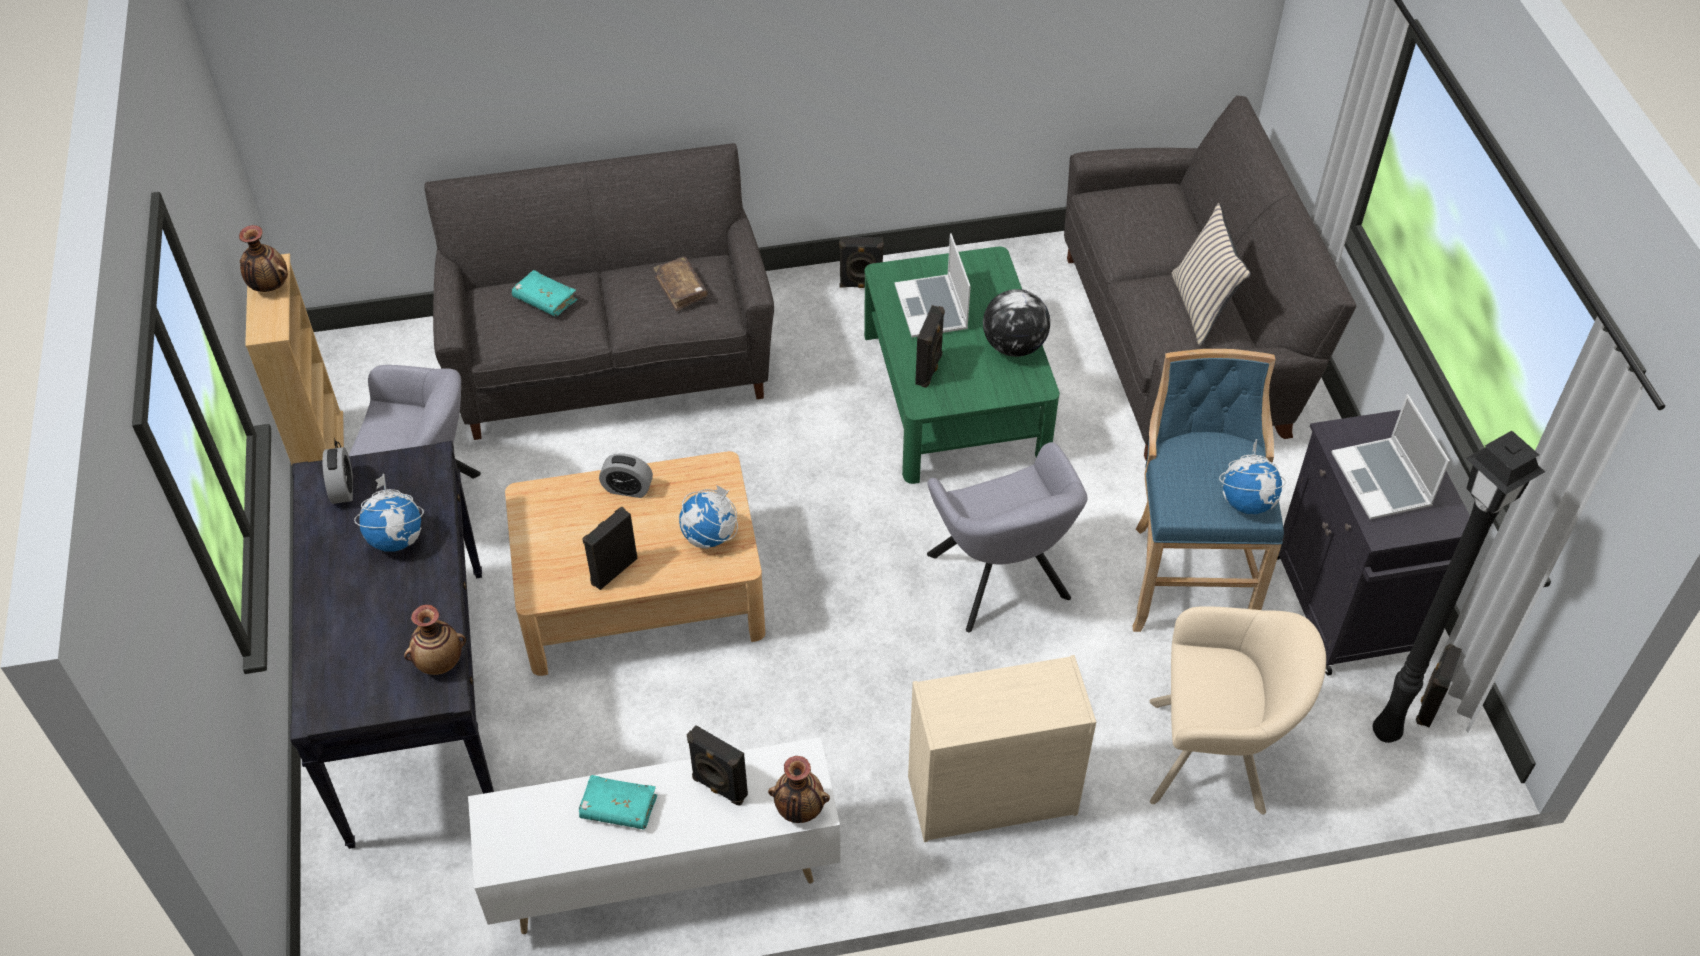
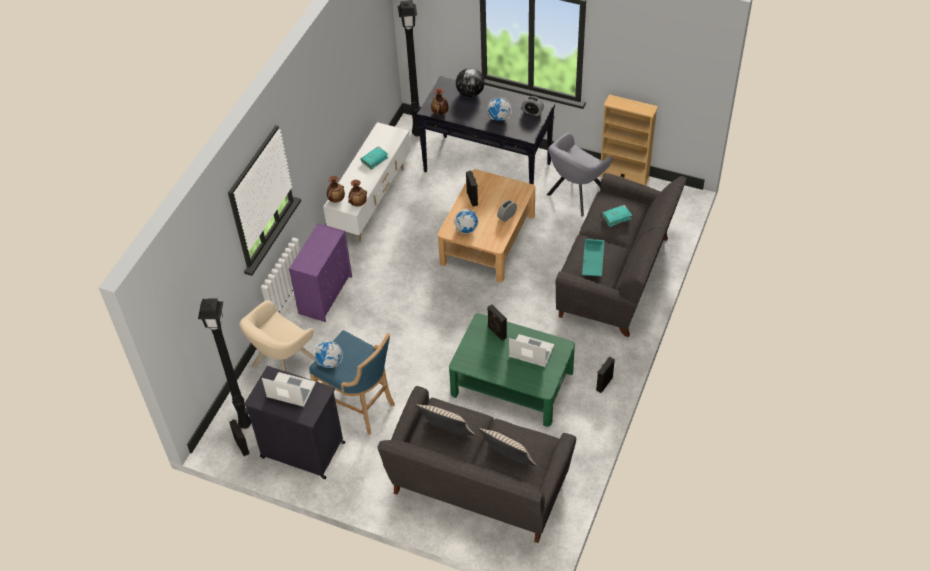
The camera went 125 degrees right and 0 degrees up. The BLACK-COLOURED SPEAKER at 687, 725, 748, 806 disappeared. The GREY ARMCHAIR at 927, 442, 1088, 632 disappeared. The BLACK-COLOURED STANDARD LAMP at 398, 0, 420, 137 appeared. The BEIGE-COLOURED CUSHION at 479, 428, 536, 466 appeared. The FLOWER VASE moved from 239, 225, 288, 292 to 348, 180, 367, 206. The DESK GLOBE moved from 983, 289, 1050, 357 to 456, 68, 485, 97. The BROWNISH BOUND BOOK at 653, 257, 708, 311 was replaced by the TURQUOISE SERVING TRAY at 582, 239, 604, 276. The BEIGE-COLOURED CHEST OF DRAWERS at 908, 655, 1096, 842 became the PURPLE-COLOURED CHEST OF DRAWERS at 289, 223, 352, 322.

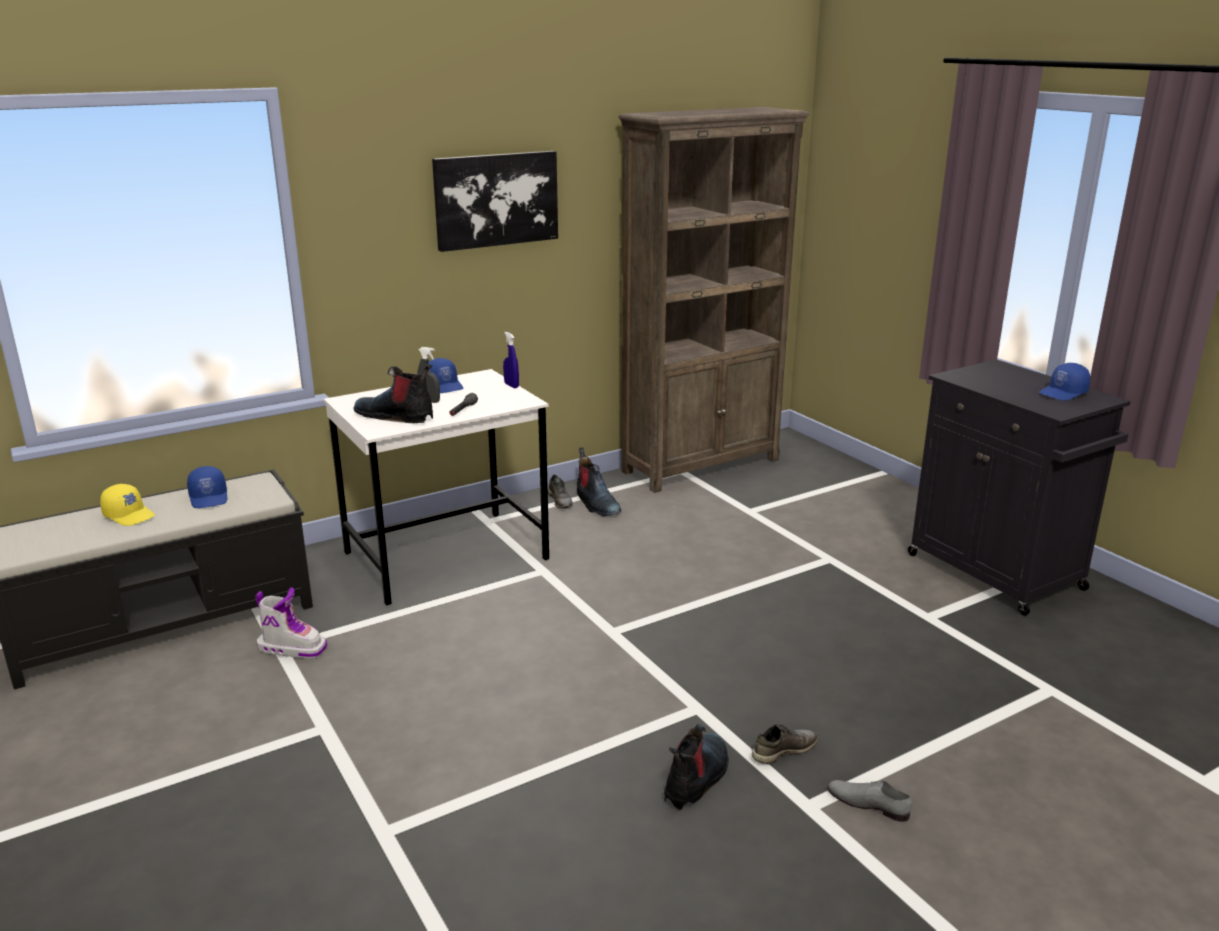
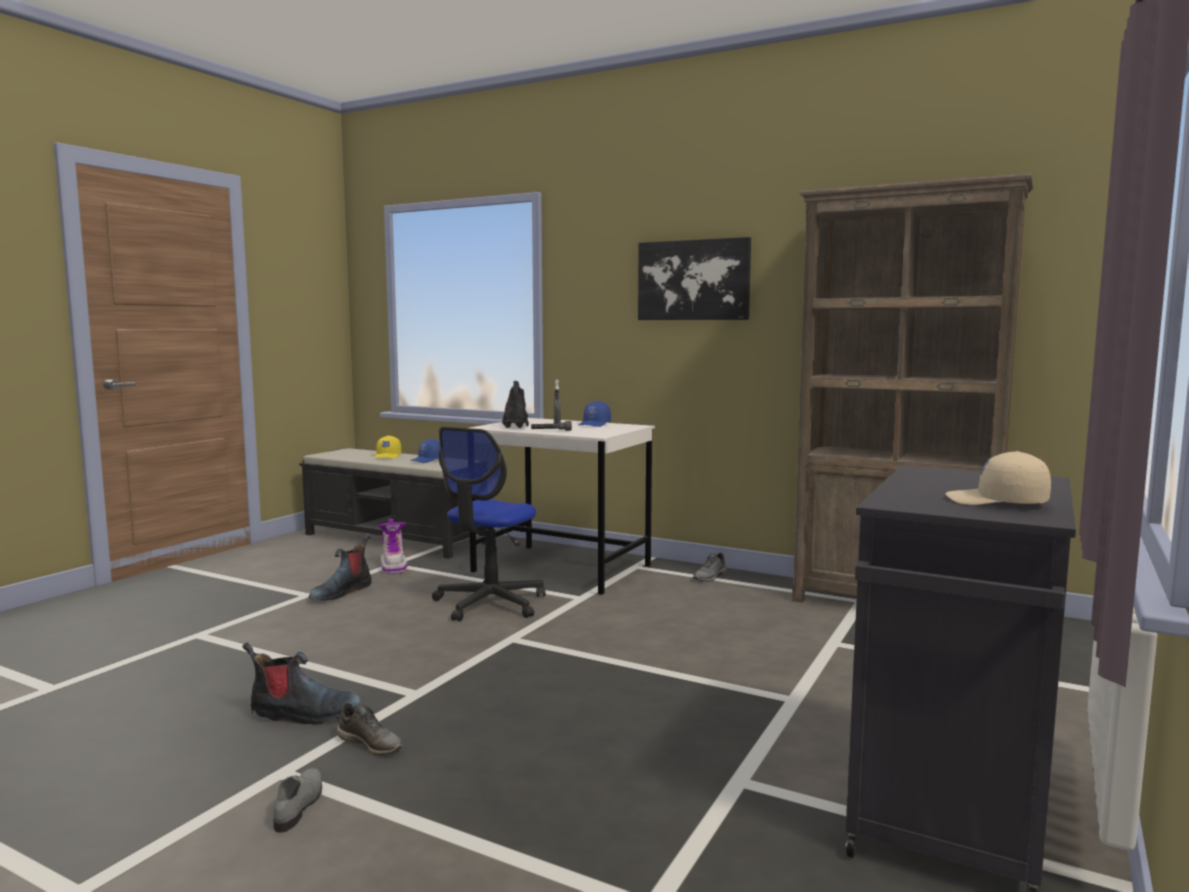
The camera went 60 degrees right and 15 degrees down. The BLUE-COLOURED SPRAYER at 503, 332, 519, 388 disappeared. The OFFICE CHAIR at 432, 427, 545, 621 appeared. The TALL BOOT moved from 577, 447, 621, 516 to 308, 535, 372, 601. The BLUE-COLOURED PEAKED CAP at 1039, 363, 1090, 401 became the BEIGE-COLOURED PEAKED CAP at 946, 451, 1051, 505.

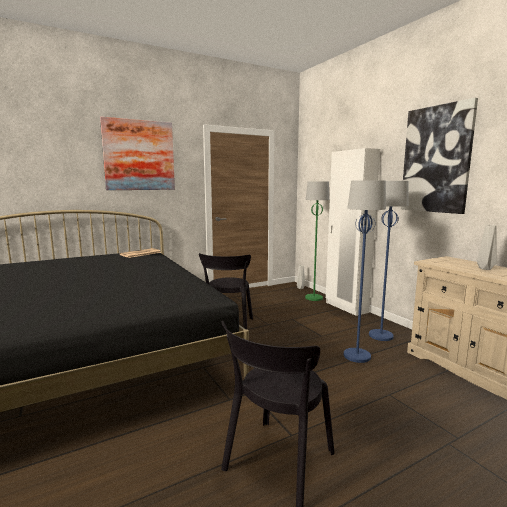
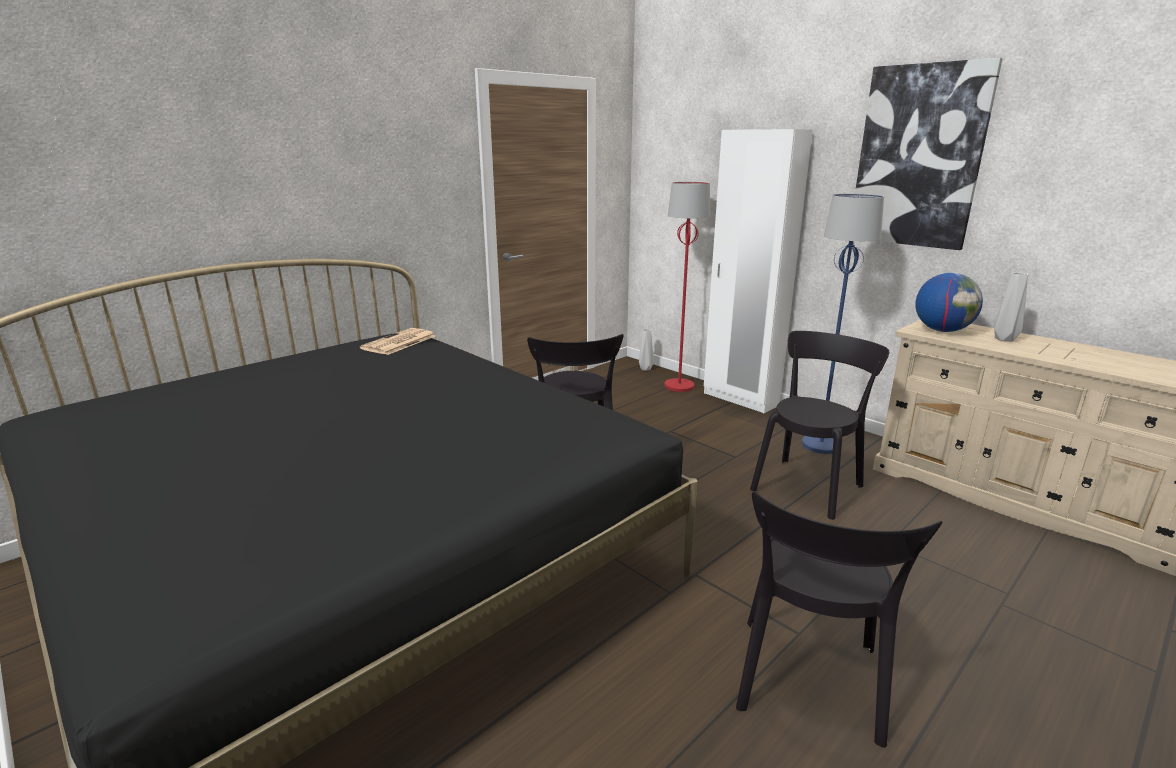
The camera went 15 degrees left and 10 degrees up. The WALL ART at 100, 117, 175, 190 disappeared. The DESK GLOBE at 915, 273, 983, 332 appeared. The BLUE-COLOURED STANDARD LAMP at 344, 180, 386, 363 was replaced by the BLACK-COLOURED PLAIN CHAIR at 750, 331, 889, 520. The GREENISH STANDARD LAMP at 305, 182, 330, 301 became the RED-COLOURED STANDARD LAMP at 664, 182, 710, 392.

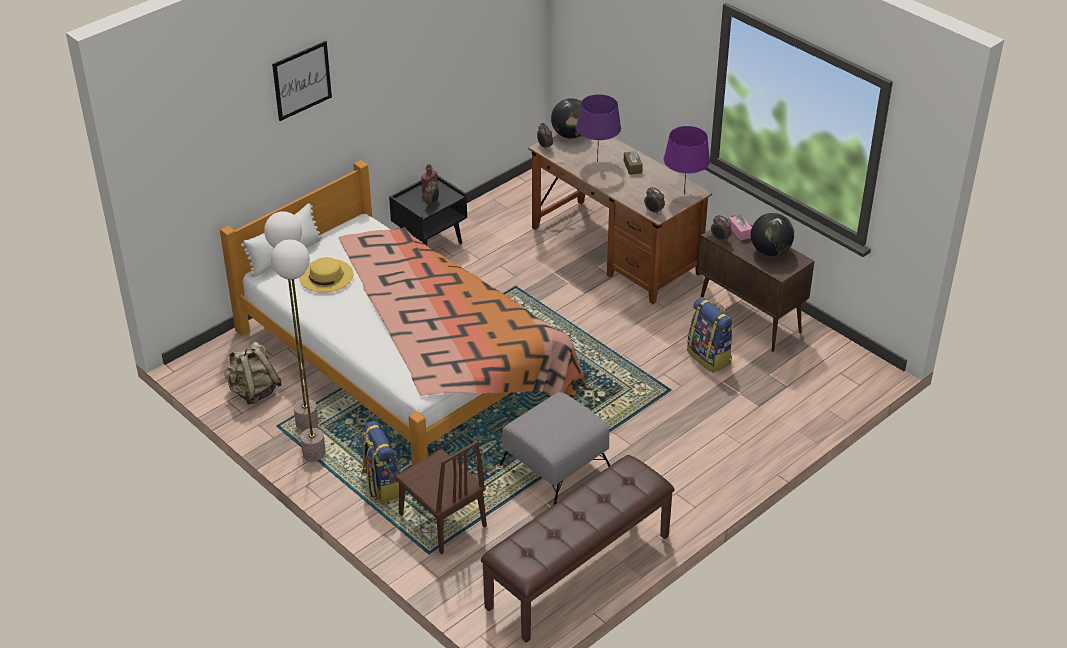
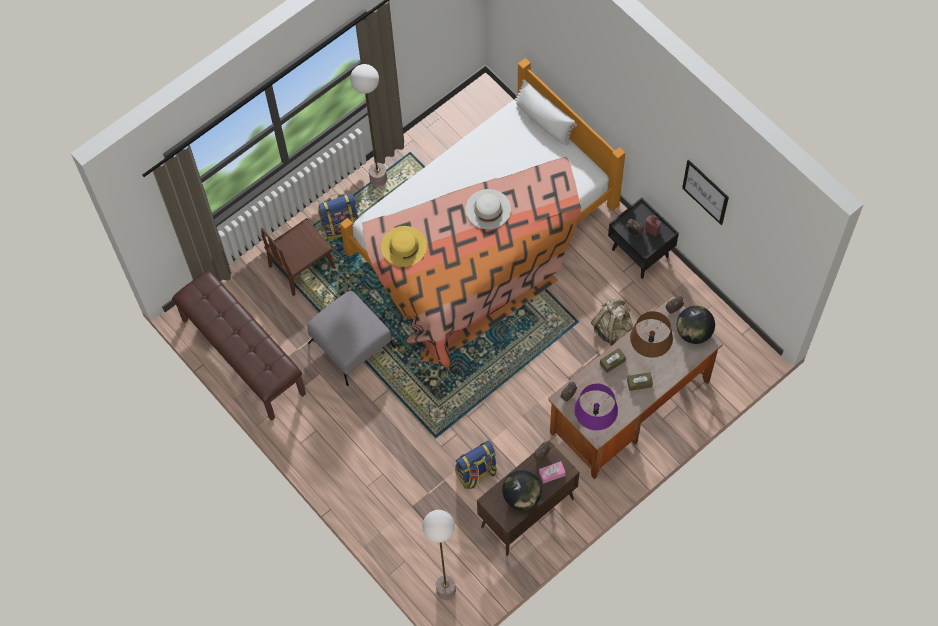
The camera went 95 degrees right and 25 degrees up. The WHITISH CLOTHING HAT at 466, 189, 511, 229 appeared. The BROWNISH BOX OF TISSUES at 600, 348, 626, 373 appeared. The BEIGE-COLOURED BACKPACK moved from 224, 342, 281, 405 to 591, 298, 633, 346. The STANDARD LAMP moved from 264, 211, 318, 431 to 422, 510, 456, 600. The WALL ART moved from 272, 41, 332, 121 to 682, 160, 729, 225. The YELLOW-COLOURED CLOTHING HAT moved from 299, 257, 353, 293 to 381, 226, 427, 267. The PURPLE-COLOURED TABLE LAMP at 576, 94, 621, 162 became the BROWNISH TABLE LAMP at 630, 311, 673, 358.

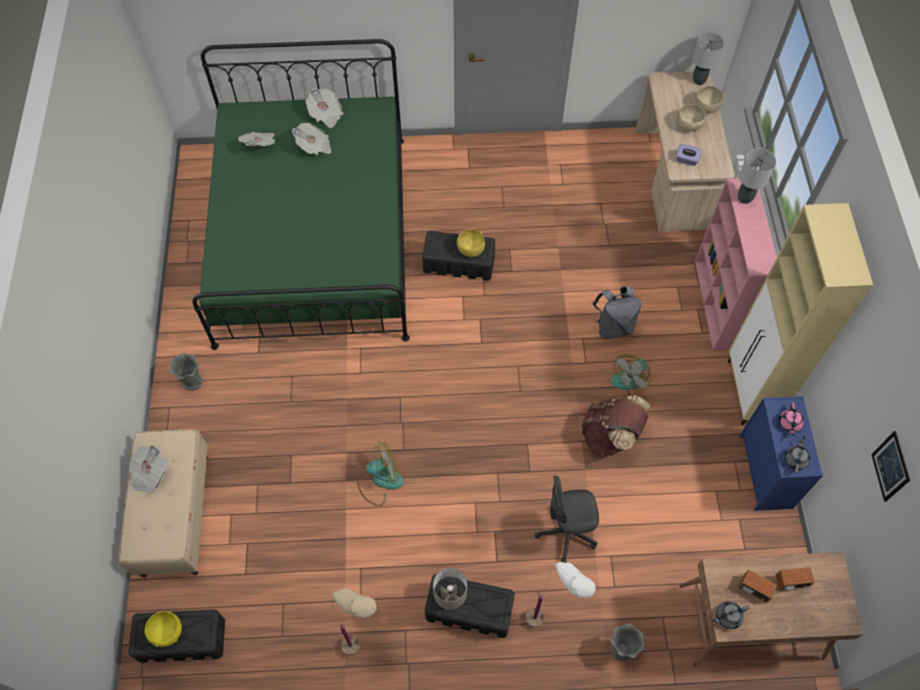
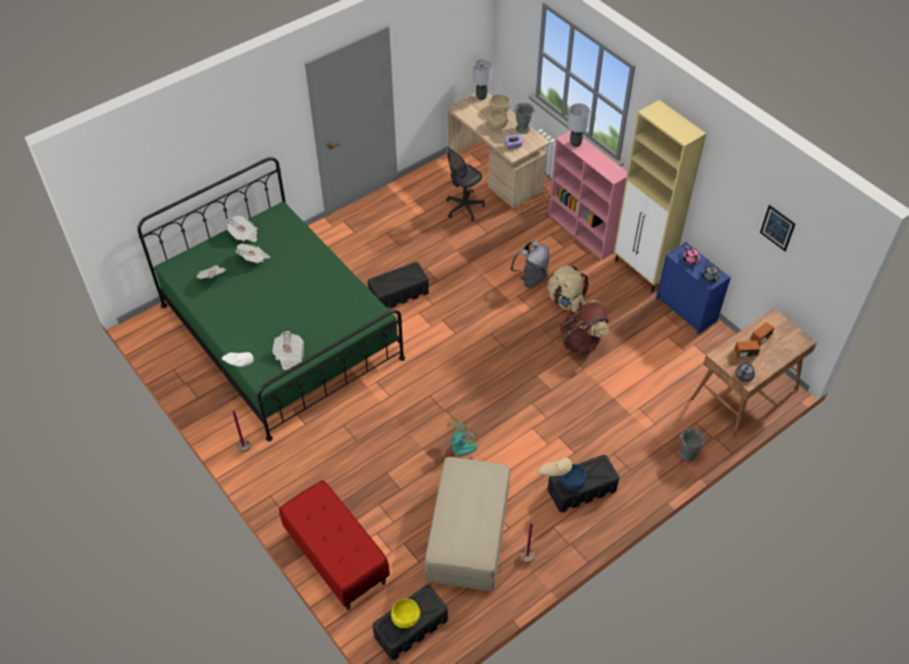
The camera went 35 degrees left and 10 degrees down. The YELLOW-COLOURED BOWL at 457, 229, 485, 257 disappeared. The BEIGE-COLOURED OTTOMAN at 424, 457, 510, 591 appeared. The DAILY PAPER moved from 129, 445, 168, 493 to 272, 331, 304, 370. The GREY FLOWER VASE moved from 170, 353, 202, 391 to 514, 103, 535, 134. The WHITISH STANDARD LAMP moved from 526, 562, 596, 628 to 220, 352, 253, 453. The GREY OFFICE CHAIR moved from 535, 475, 599, 563 to 446, 146, 485, 221. The GREY TABLE LAMP at 433, 568, 467, 610 was replaced by the BLUE-COLOURED BOWL at 560, 464, 587, 491. The COOLING FAN at 610, 354, 651, 391 was replaced by the BEIGE-COLOURED BACKPACK at 547, 265, 589, 312. The BEIGE-COLOURED INDOOR BENCH at 119, 429, 208, 578 became the RED-COLOURED INDOOR BENCH at 279, 480, 390, 610.

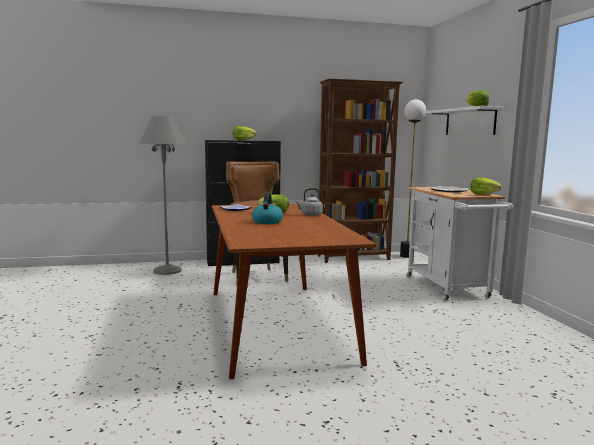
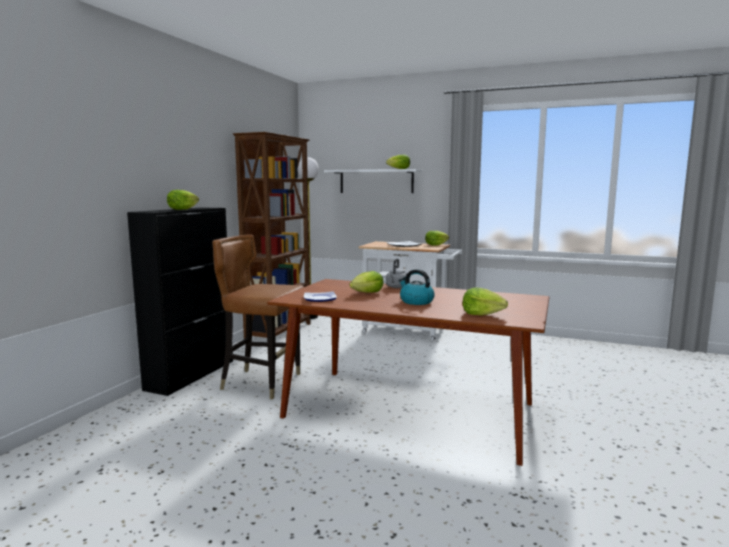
The camera went 55 degrees left and 0 degrees up. The GREY STANDARD LAMP at 140, 116, 187, 275 disappeared. The LETTUCE at 463, 288, 508, 316 appeared.

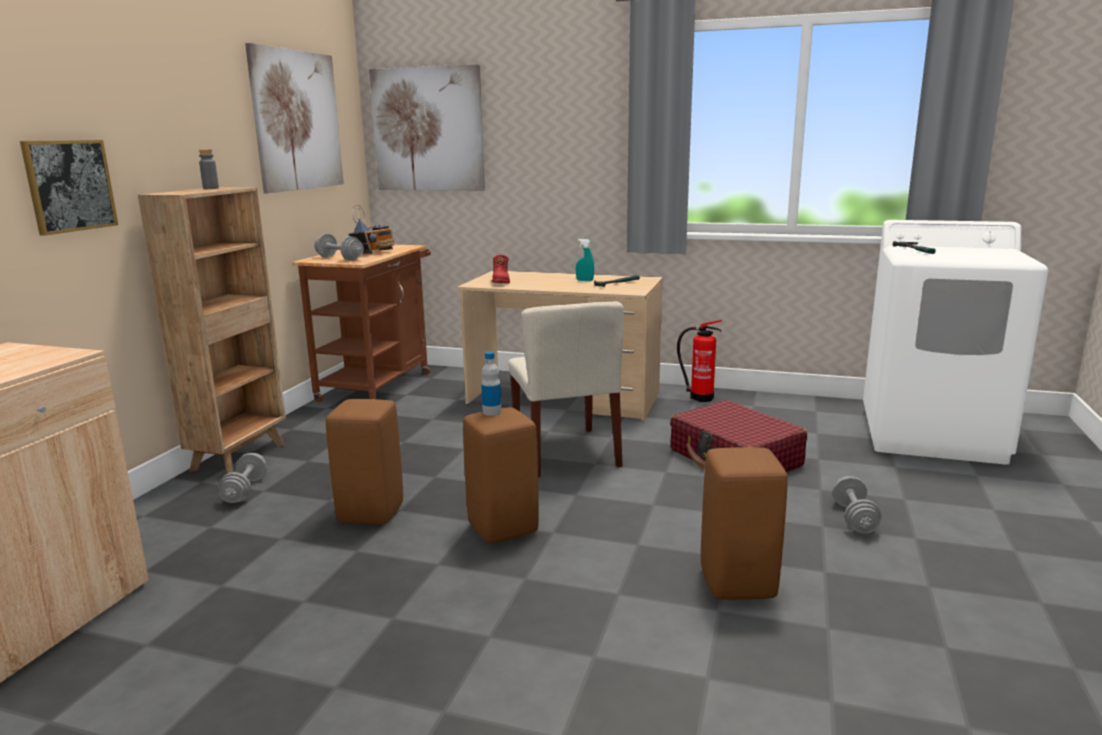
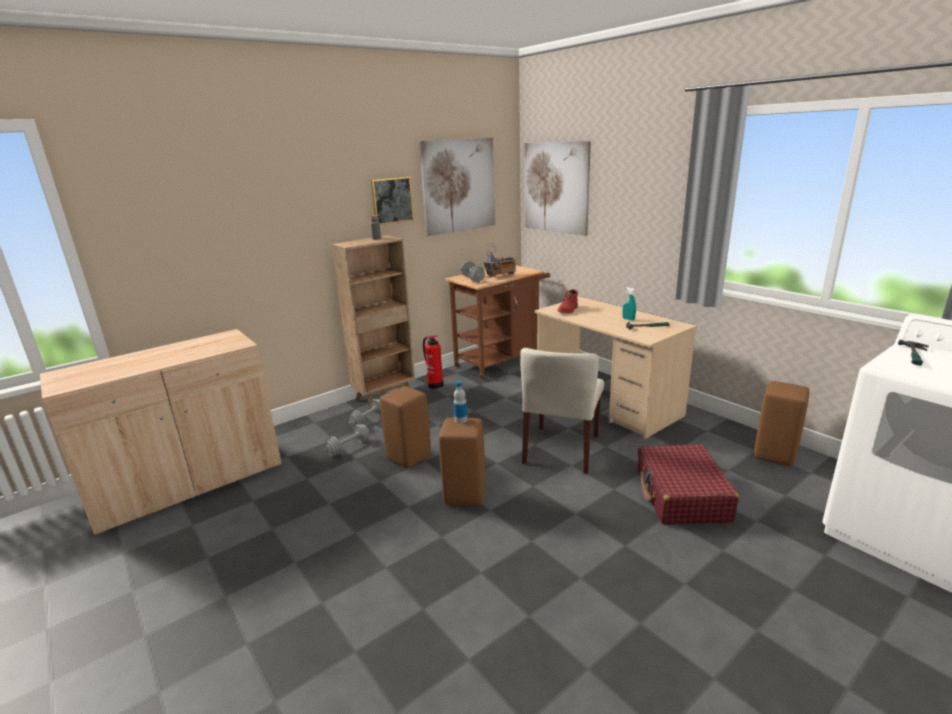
The camera went 35 degrees right and 5 degrees up. The WALL ART moved from 20, 140, 118, 236 to 371, 176, 414, 225. The FIRE-FIGHTING CYLINDER moved from 677, 320, 722, 402 to 423, 335, 443, 389. The BROWNISH STOOL SEAT moved from 701, 447, 788, 600 to 754, 381, 809, 466. The GREY HAND WEIGHT moved from 832, 476, 882, 534 to 325, 424, 369, 456.

